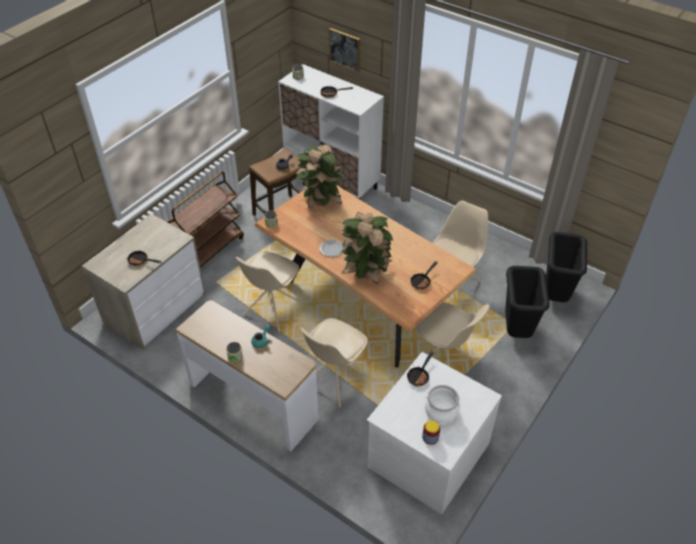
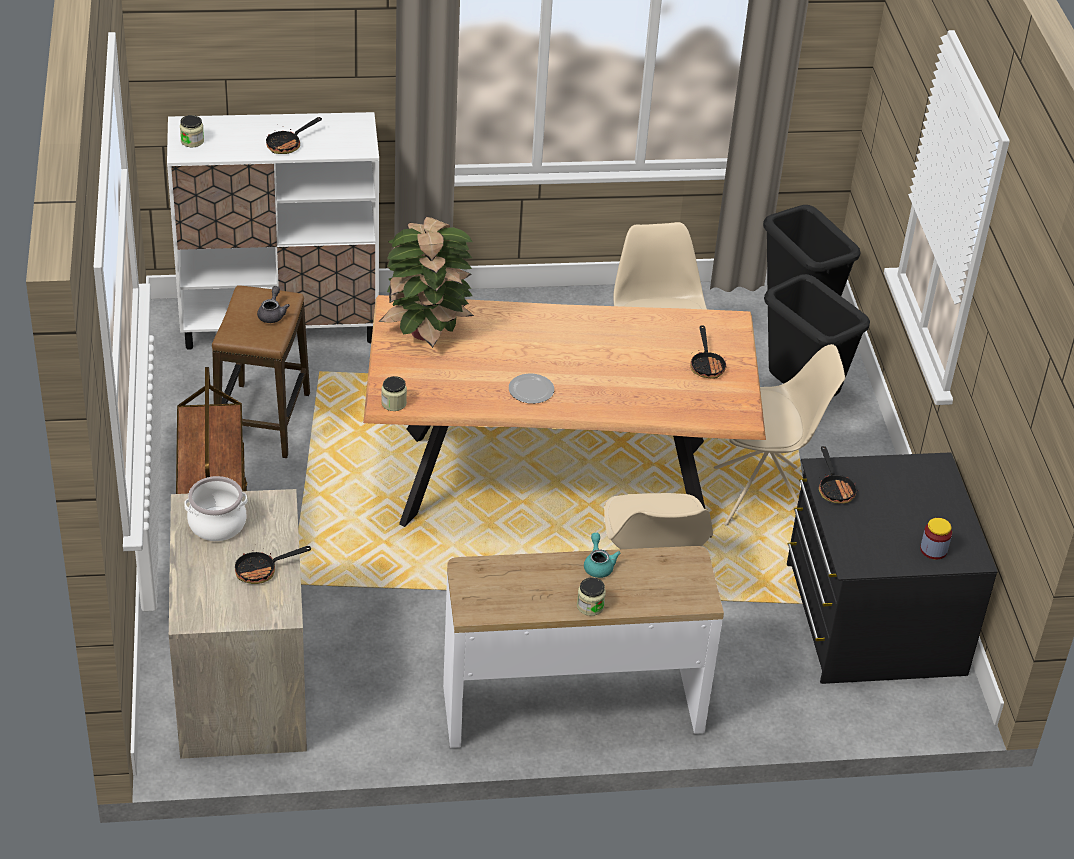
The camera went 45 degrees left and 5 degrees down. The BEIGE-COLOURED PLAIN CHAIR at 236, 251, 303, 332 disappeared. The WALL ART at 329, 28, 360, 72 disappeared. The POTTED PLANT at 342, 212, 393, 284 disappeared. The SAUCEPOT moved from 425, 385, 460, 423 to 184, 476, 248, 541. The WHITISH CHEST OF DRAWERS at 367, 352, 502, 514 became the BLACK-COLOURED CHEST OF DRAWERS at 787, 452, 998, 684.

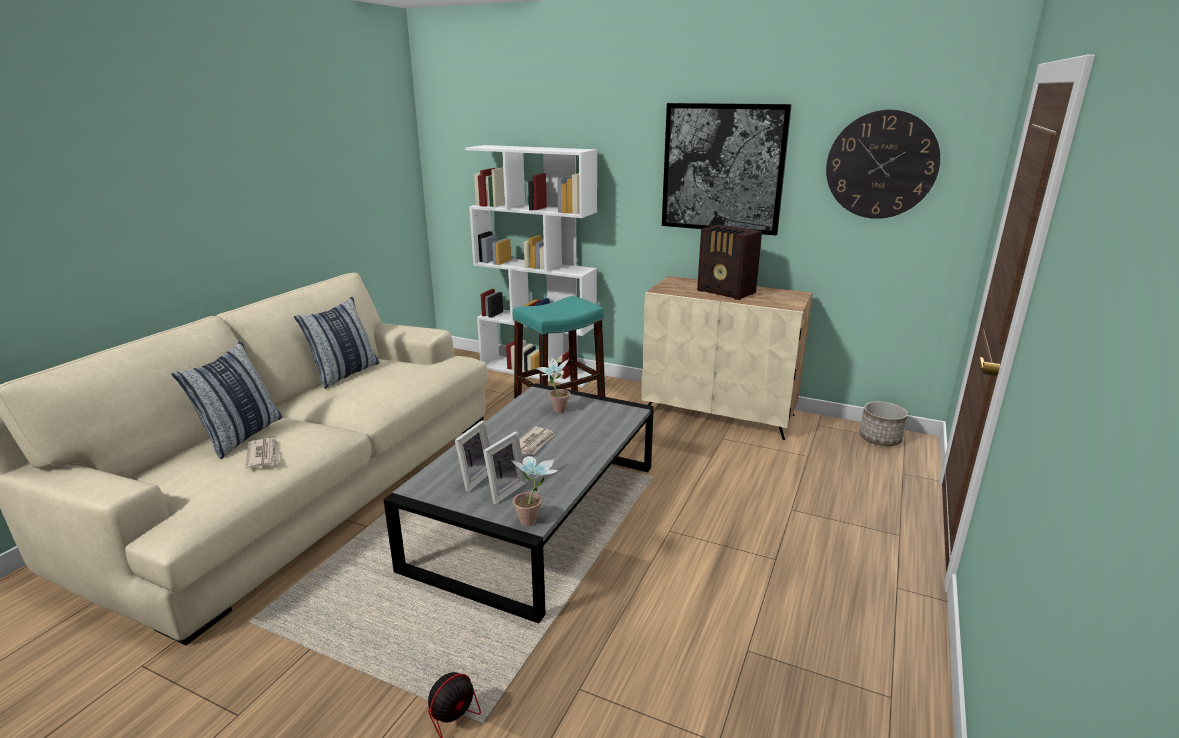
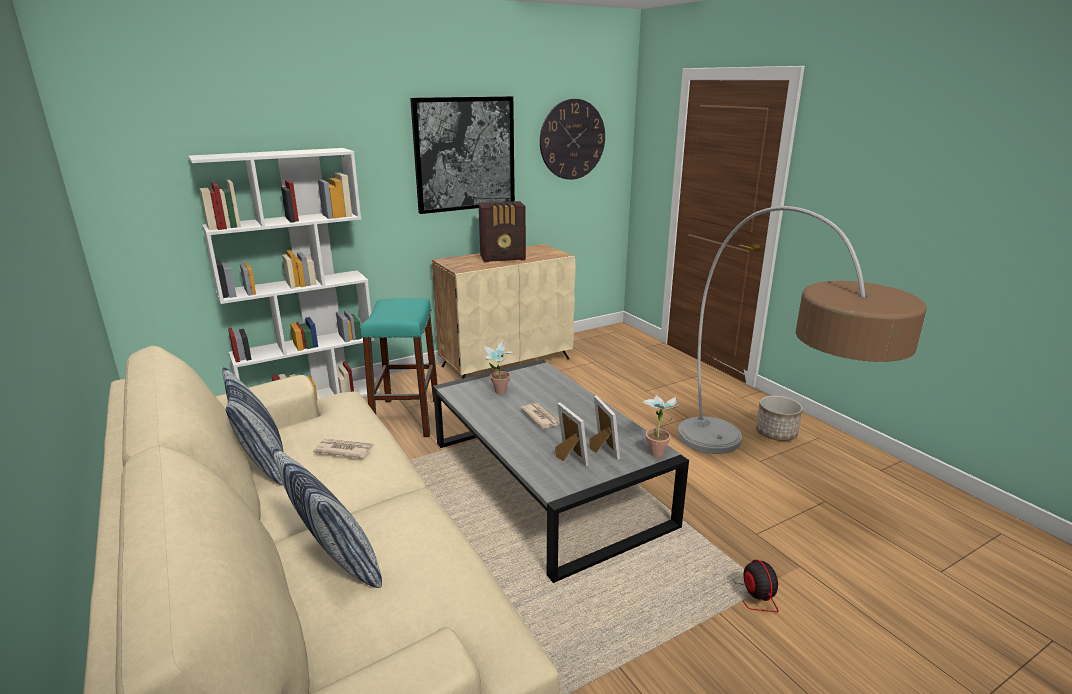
The camera went 55 degrees left and 0 degrees up. The STANDARD LAMP at 678, 206, 927, 454 appeared. The DAILY PAPER moved from 245, 438, 280, 469 to 313, 439, 374, 458. The PLANTER moved from 860, 401, 908, 446 to 756, 395, 803, 441.

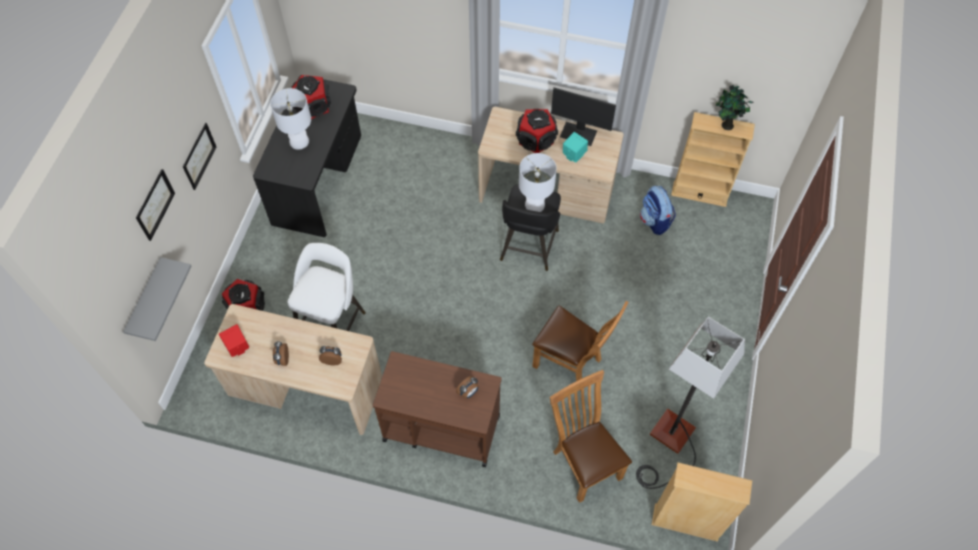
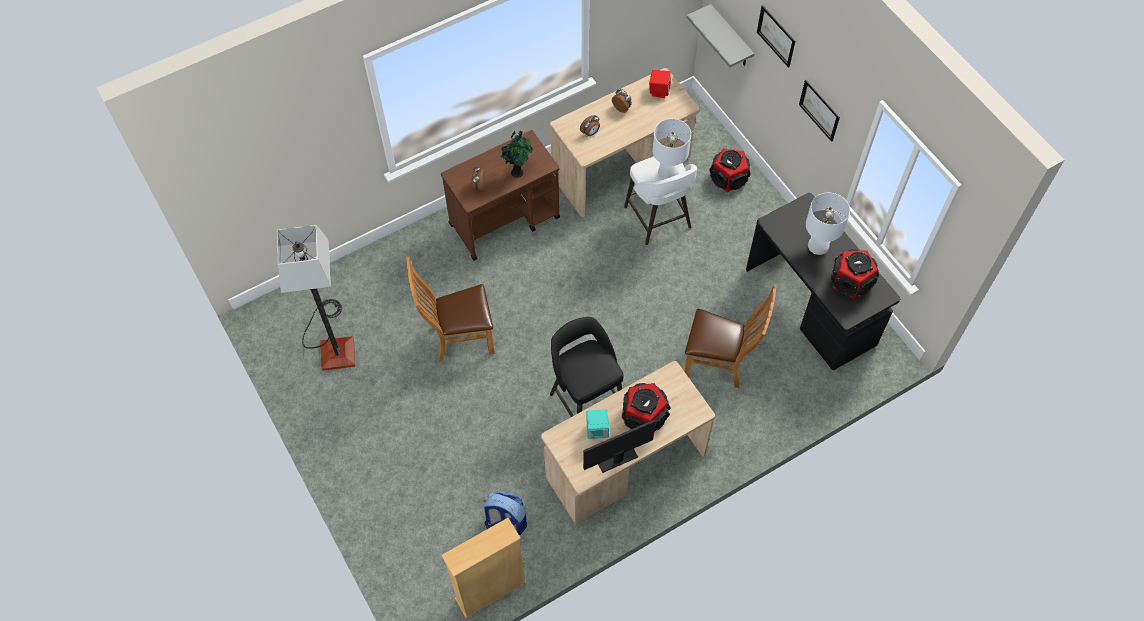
The camera went 135 degrees right and 0 degrees up. The BEIGE-COLOURED SHELVING UNIT at 652, 463, 752, 542 disappeared. The WHITISH TABLE LAMP moved from 519, 153, 557, 212 to 652, 119, 691, 179. The BROWNISH PLAIN CHAIR moved from 550, 370, 632, 503 to 684, 285, 777, 388. The POTTED PLANT moved from 716, 85, 754, 130 to 500, 131, 533, 178.

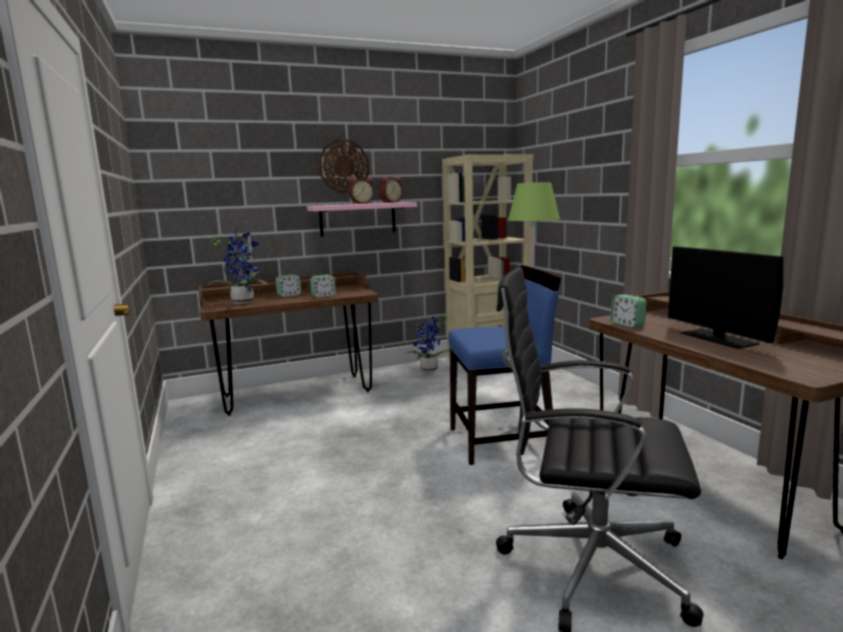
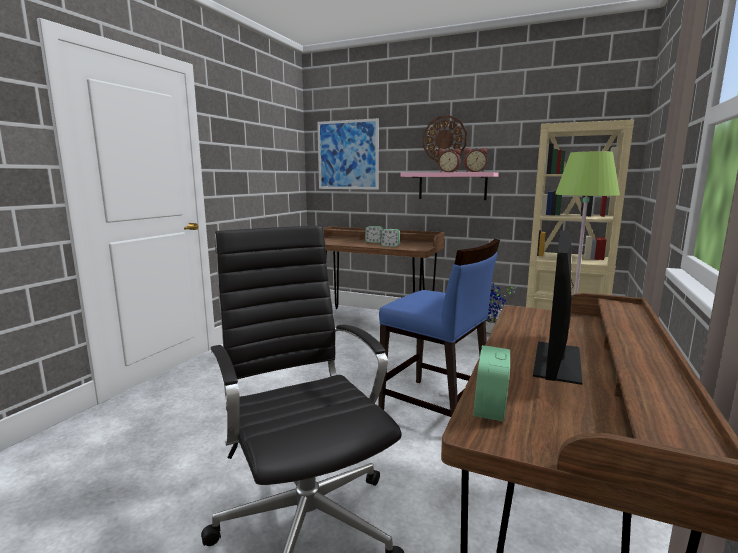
The camera went 45 degrees right and 0 degrees up. The POTTED PLANT at 207, 230, 267, 304 disappeared. The WALL ART at 317, 118, 379, 190 appeared. The TABLE CLOCK moved from 610, 294, 647, 328 to 473, 345, 510, 421.

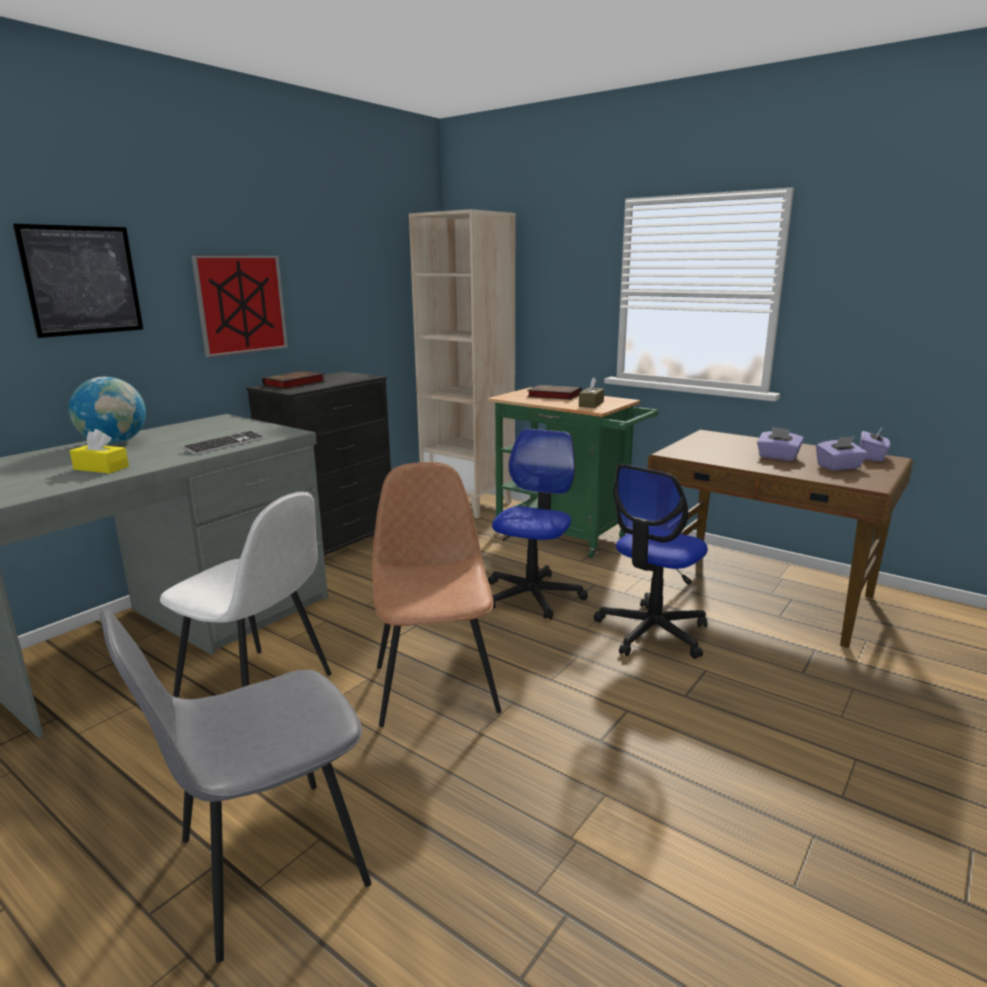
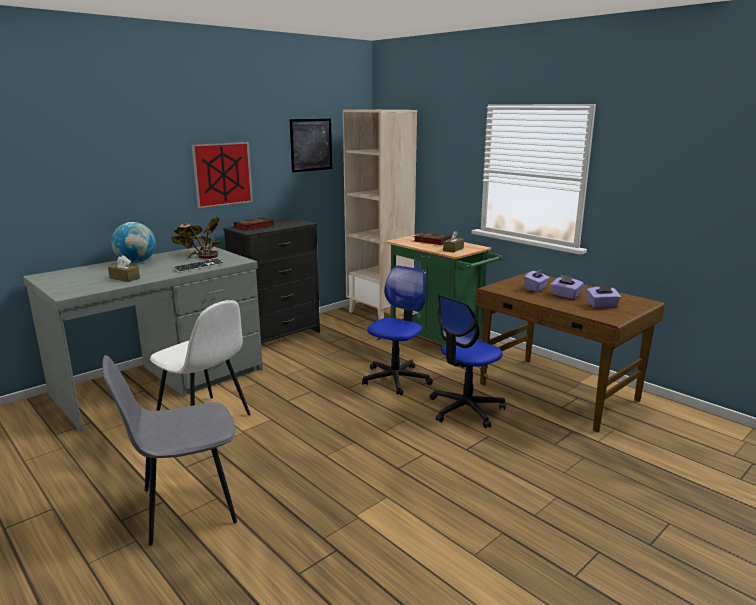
The camera went 10 degrees right and 0 degrees up. The BROWNISH PLAIN CHAIR at 372, 462, 501, 727 disappeared. The POTTED PLANT at 171, 217, 222, 259 appeared. The WALL ART moved from 13, 224, 143, 338 to 290, 119, 332, 172. The PURPLE-COLOURED BOX OF TISSUES moved from 860, 427, 890, 462 to 524, 268, 550, 292. The YELLOW-COLOURED BOX OF TISSUES at 70, 429, 129, 473 became the BROWNISH BOX OF TISSUES at 108, 255, 140, 282.

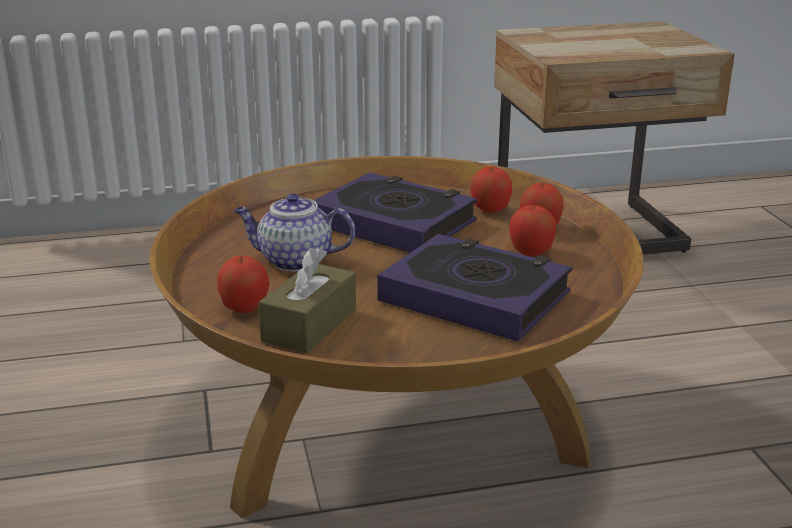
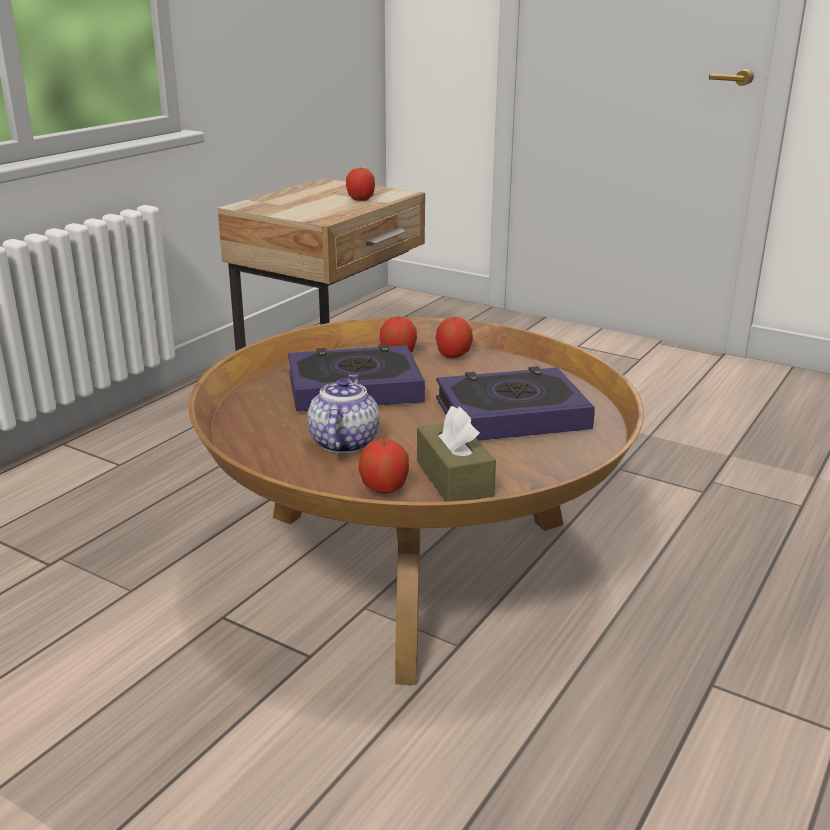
The camera went 45 degrees left and 0 degrees up. The APPLE moved from 509, 205, 556, 257 to 346, 166, 375, 201. The TEA POT at 234, 193, 355, 271 turned 135 degrees clockwise.

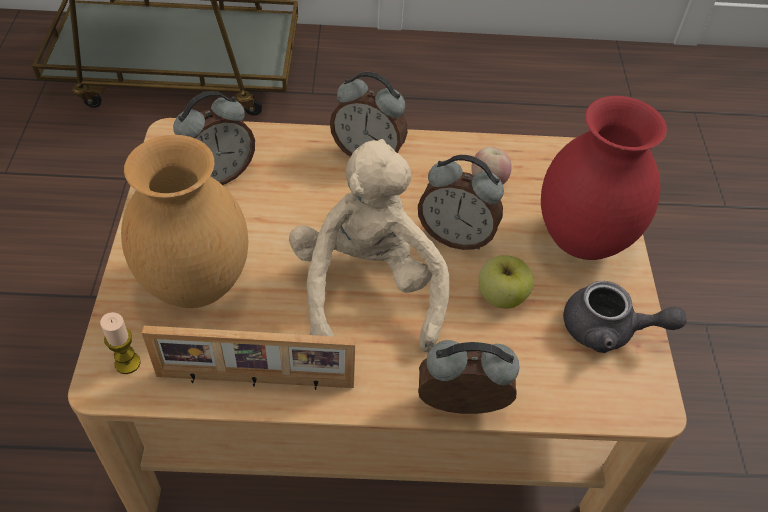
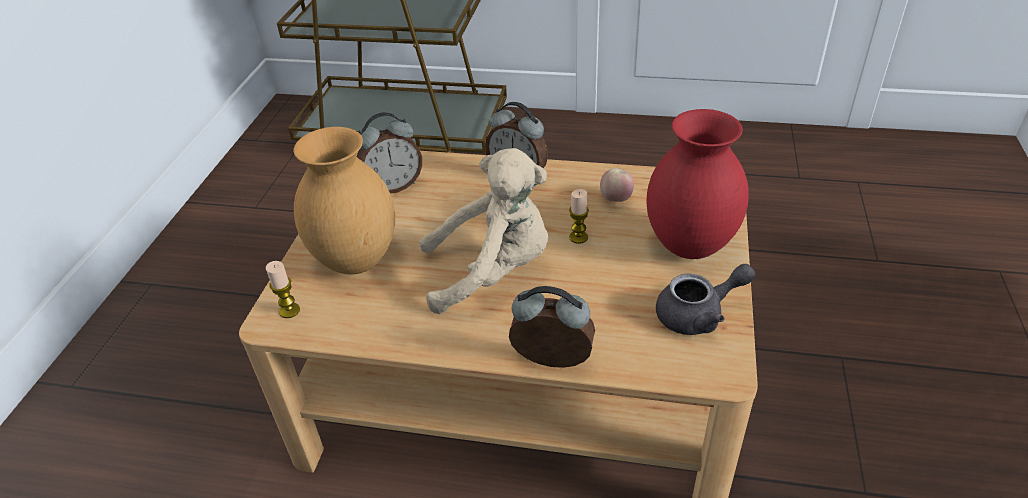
The camera went 15 degrees right and 10 degrees down. The PICTURE FRAME at 142, 326, 356, 390 disappeared. The APPLE at 479, 255, 533, 308 disappeared. The TABLE CLOCK at 418, 155, 504, 250 was replaced by the WAX LIGHT at 569, 189, 589, 244. The BEIGE-COLOURED CUDDLY TOY at 289, 139, 449, 352 turned 75 degrees clockwise. The GREY TEA POT at 563, 281, 686, 353 turned 45 degrees counterclockwise.

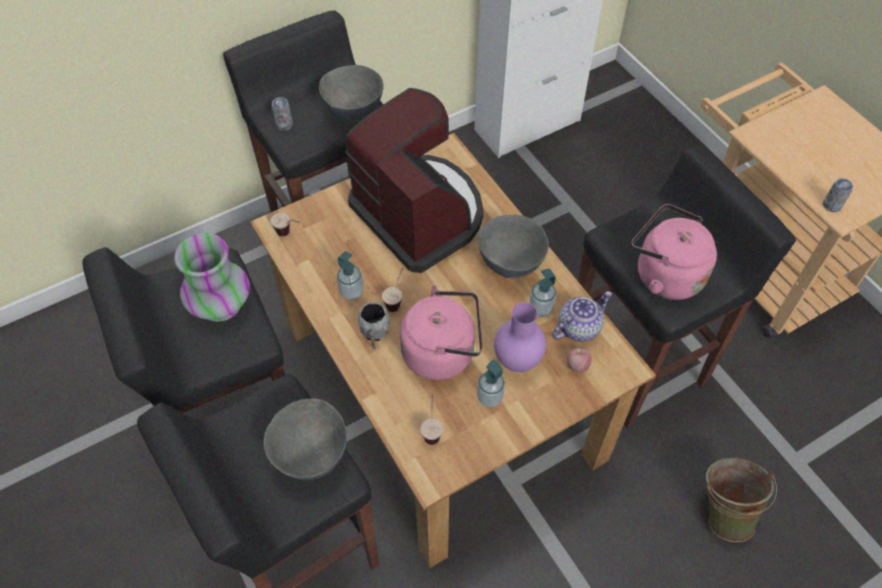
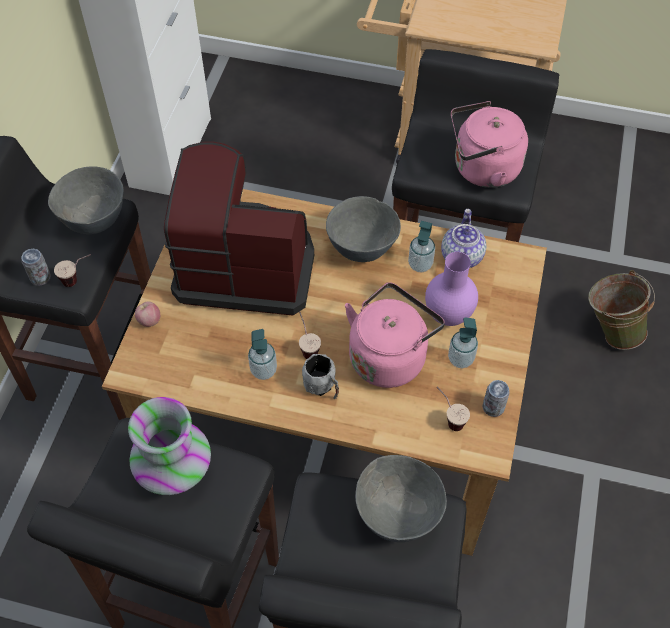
The camera went 45 degrees left and 0 degrees up. The DRINKING CUP moved from 271, 213, 300, 237 to 54, 254, 91, 287. The APPLE moved from 567, 348, 592, 373 to 135, 301, 160, 327. The SEALED CAN moved from 823, 178, 853, 212 to 482, 380, 510, 417.

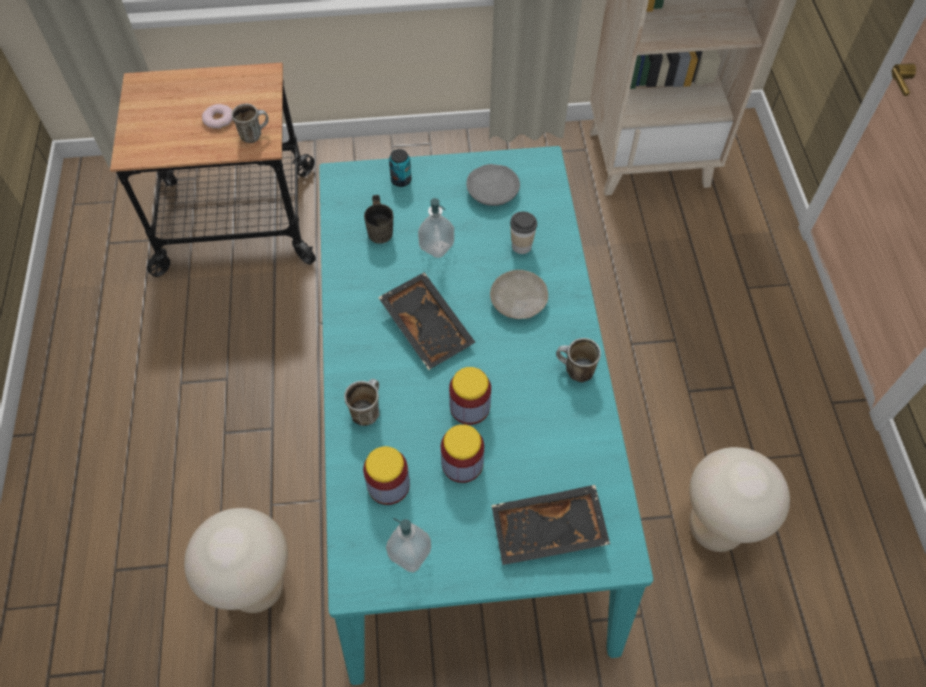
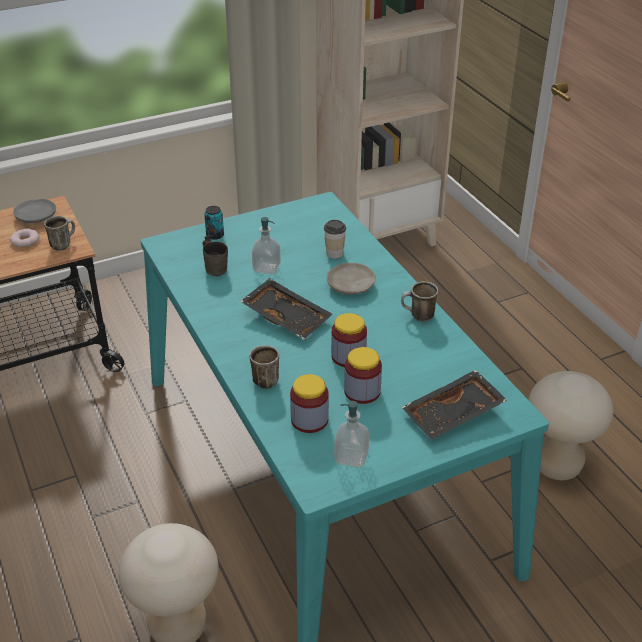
The camera went 20 degrees left and 20 degrees down. The GREY FLAT DISH moved from 466, 164, 520, 206 to 13, 199, 56, 223.

